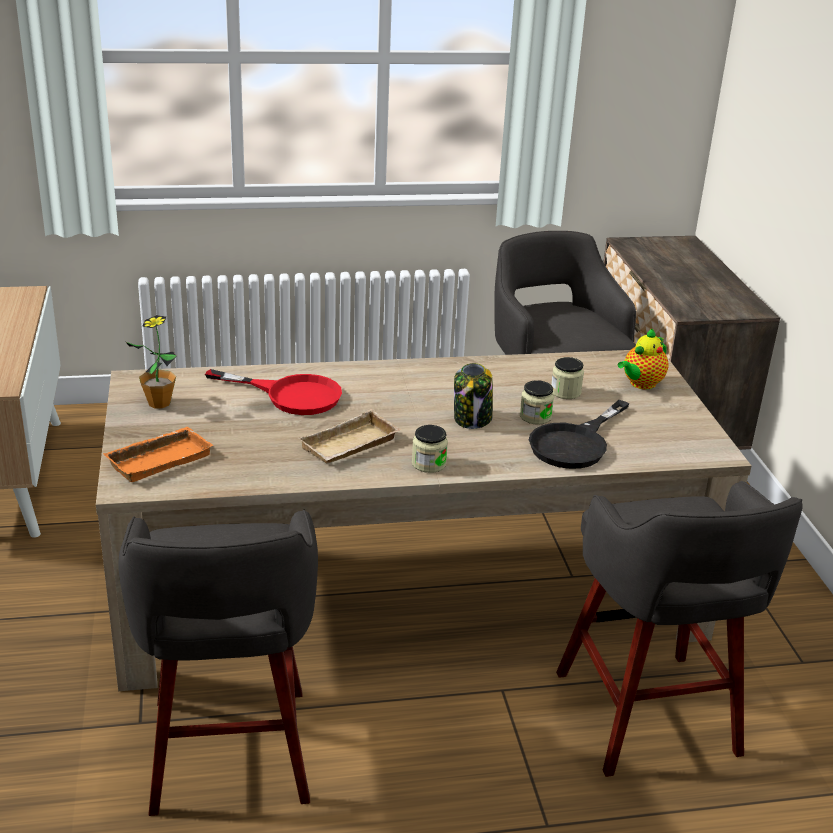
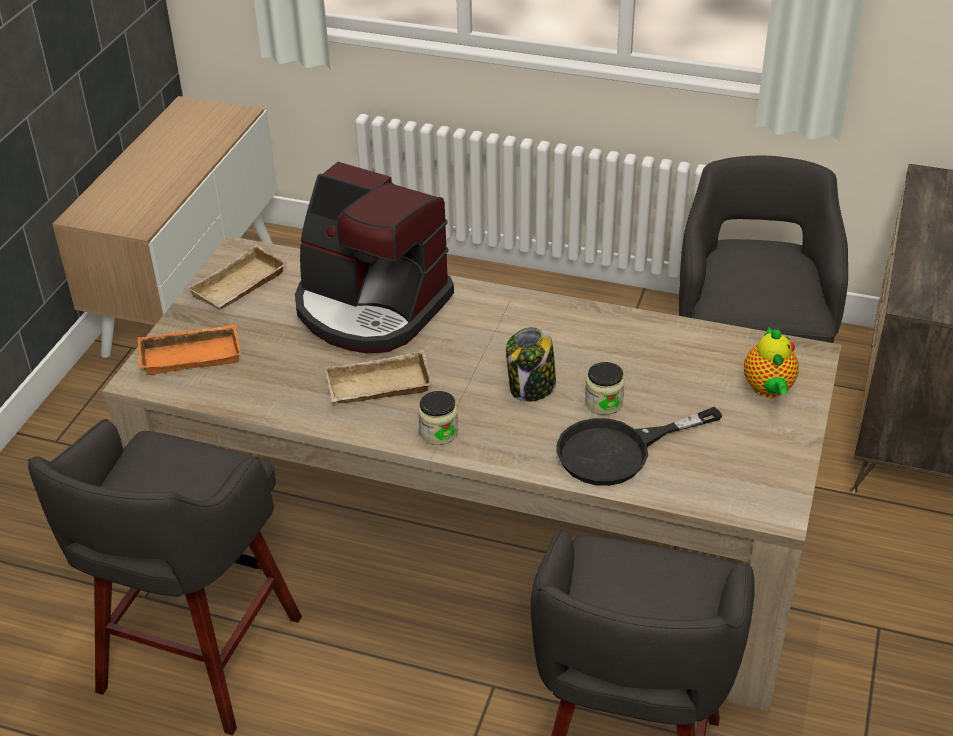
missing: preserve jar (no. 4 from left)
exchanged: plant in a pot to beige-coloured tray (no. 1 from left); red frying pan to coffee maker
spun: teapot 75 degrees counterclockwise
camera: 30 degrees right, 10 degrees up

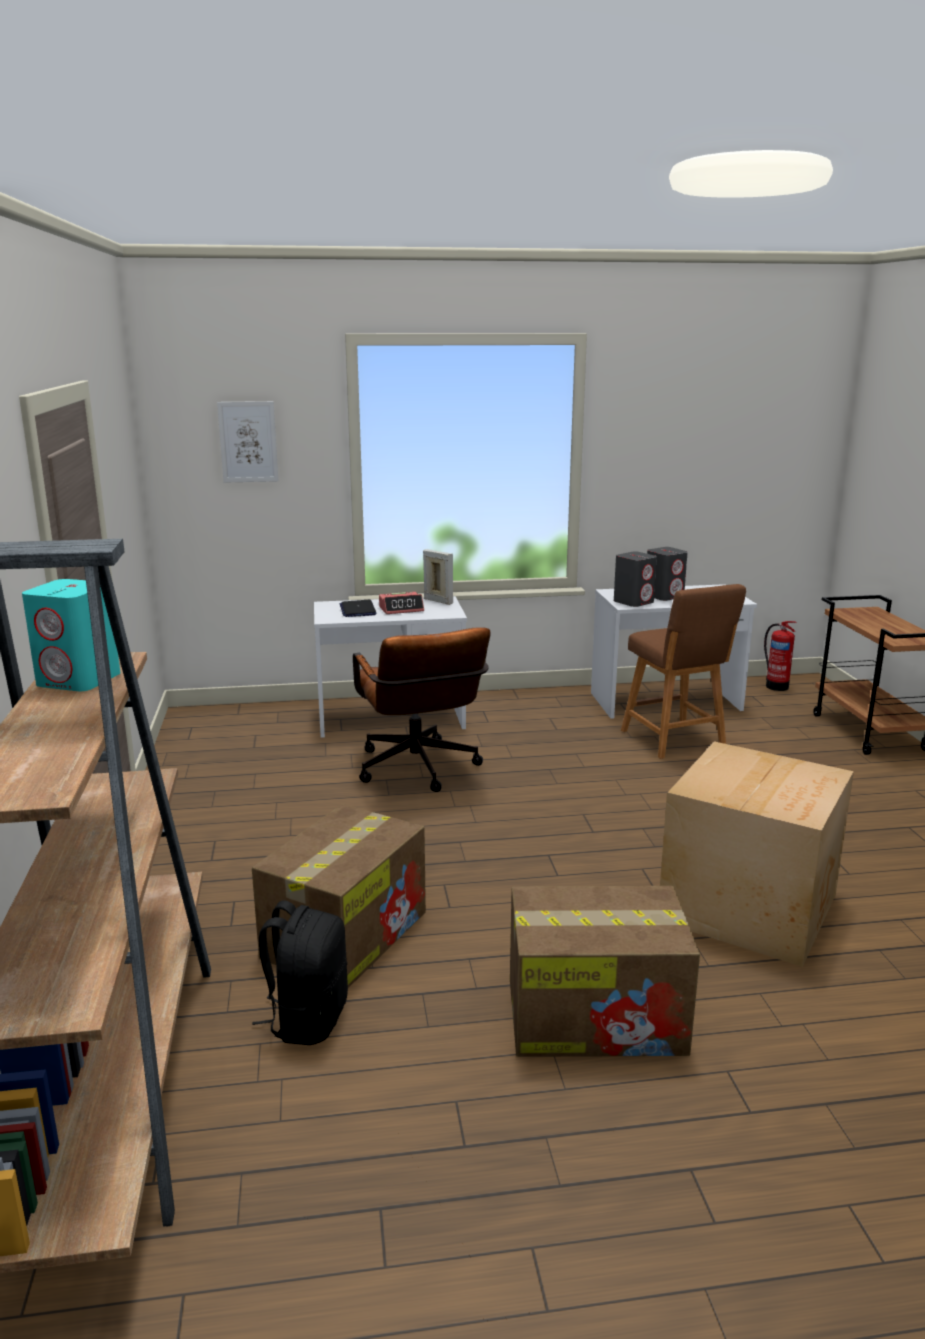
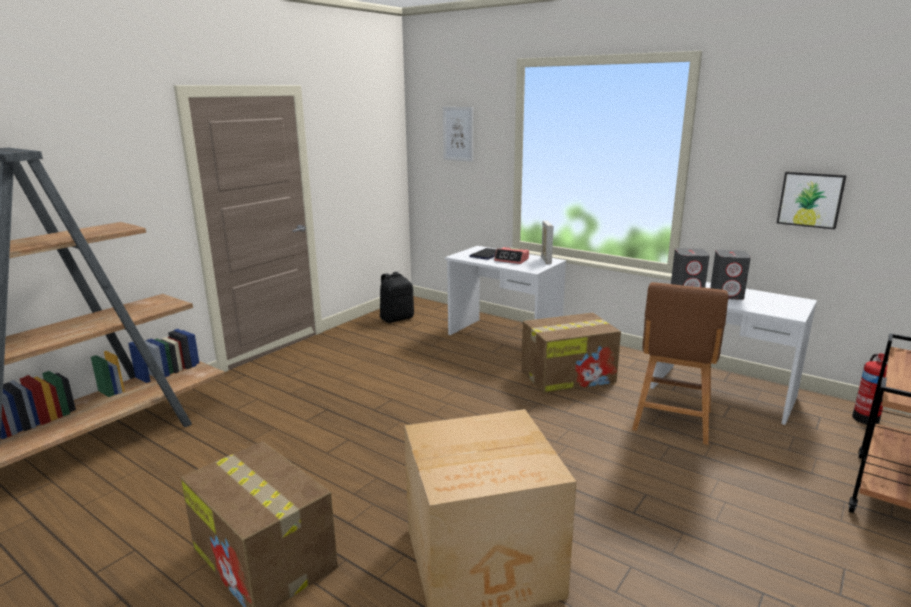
missing: blue-green audio speaker; brown computer chair
appeared: wall picture (no. 2 from left)
relocated: cardboard box (no. 1 from left in the first image) to cardboard box (no. 3 from left); black-coloured backpack
camera: 45 degrees right, 0 degrees up

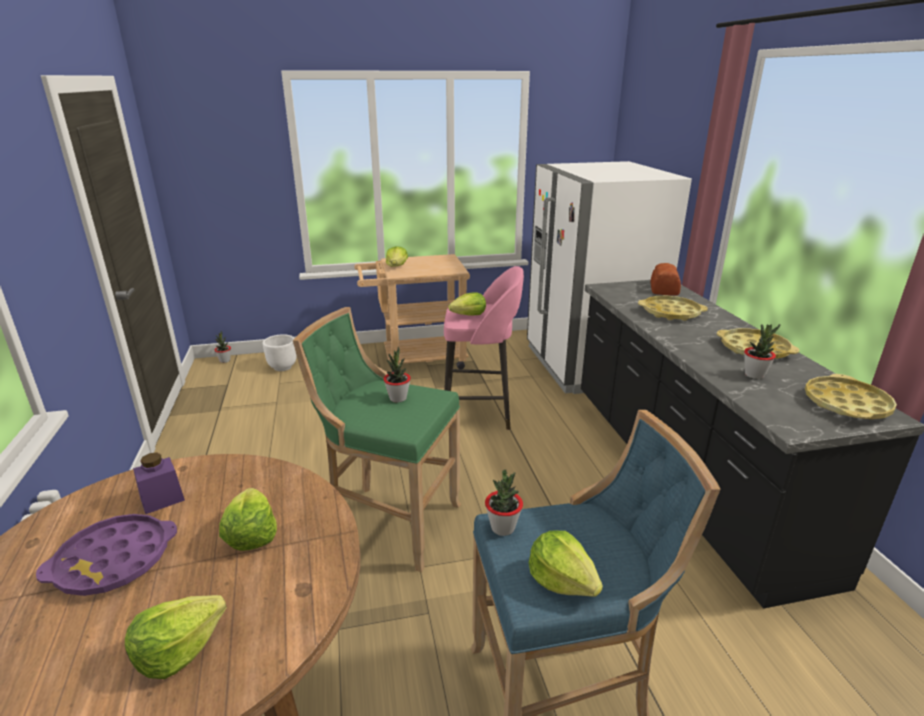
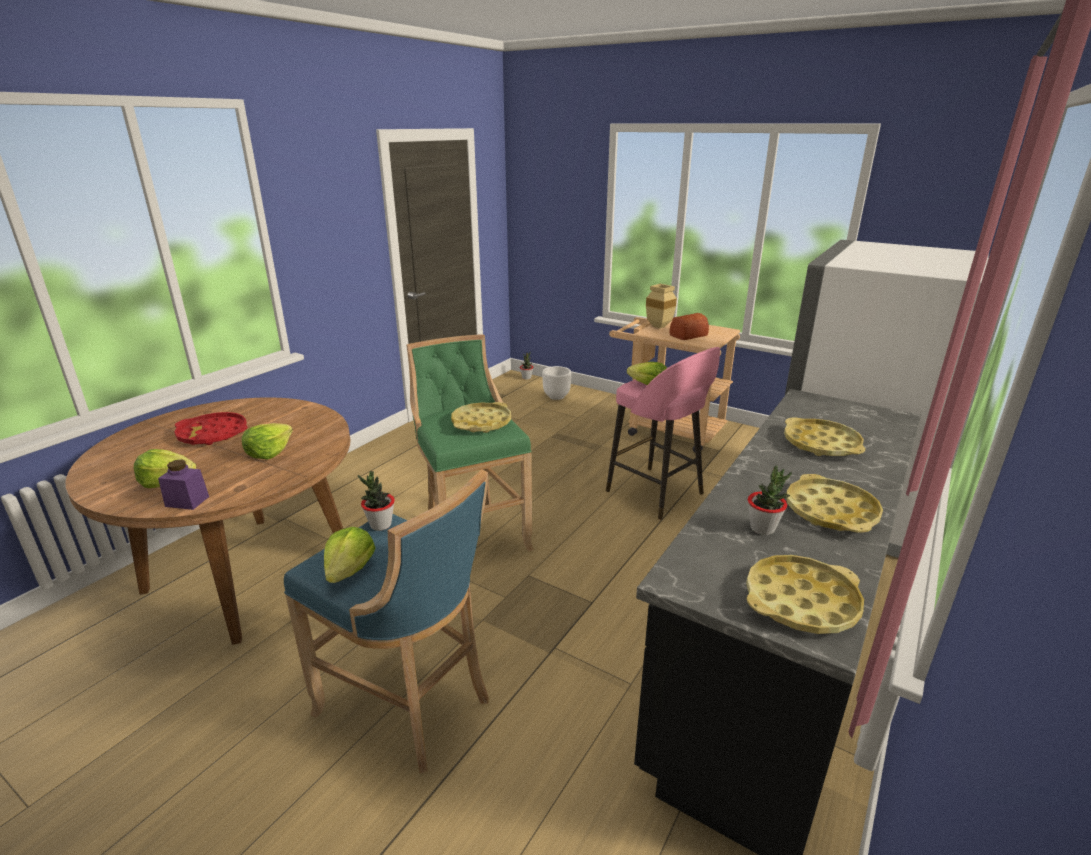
relocated: bakery bread; purple-coloured preserve jar
exchanged: lettuce head (no. 3 from left) to beige-coloured vase; plant in a pot (no. 2 from left) to yellowish tray (no. 1 from left)
colour: purple-coloured tray to red tray
camera: 45 degrees right, 0 degrees up

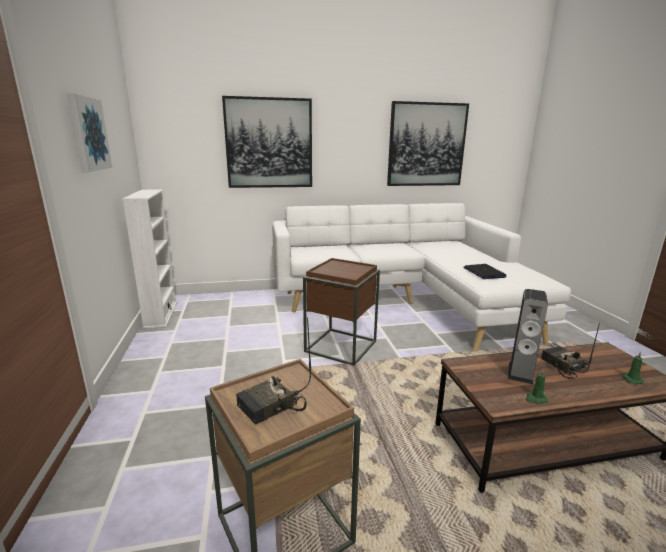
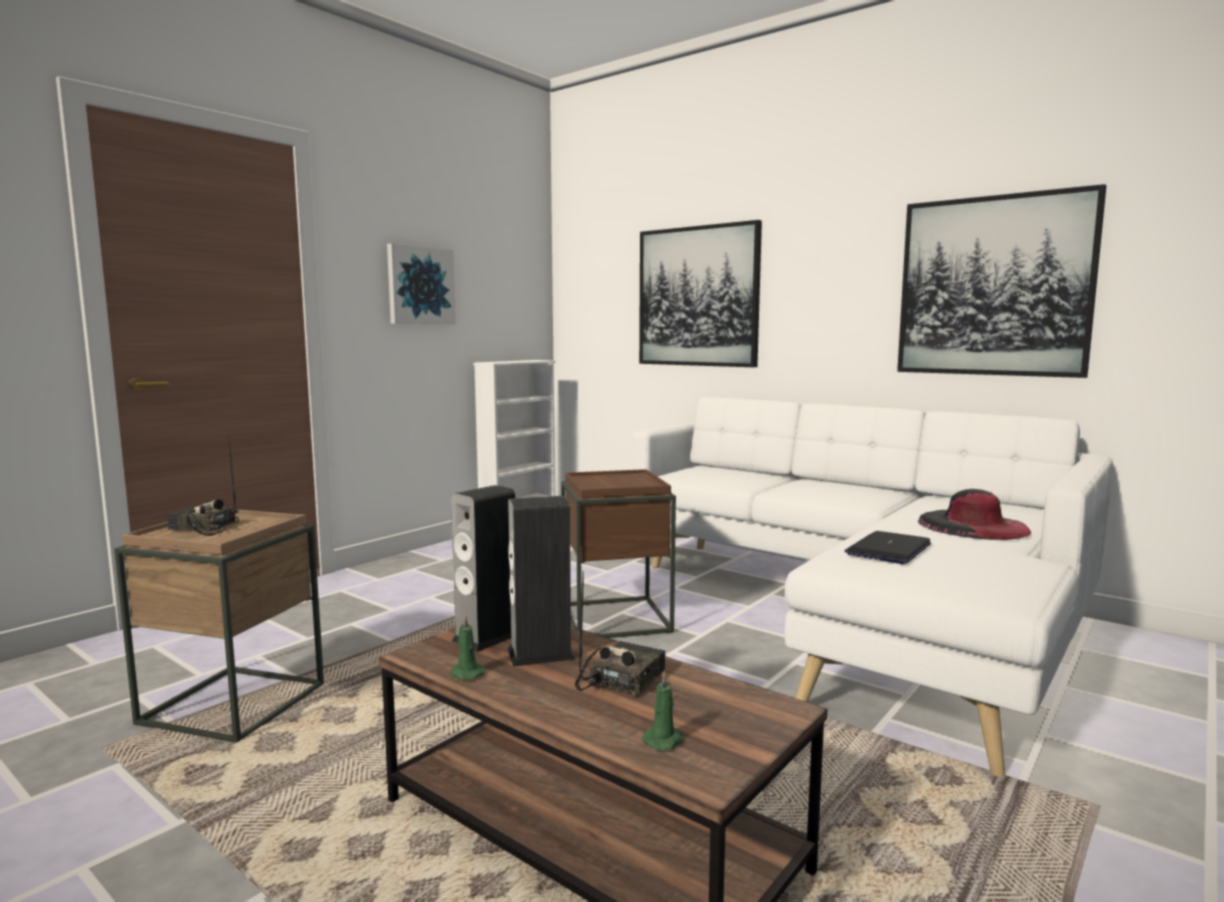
appeared: audio speaker (no. 1 from left); black-coloured hat
camera: 50 degrees right, 10 degrees down

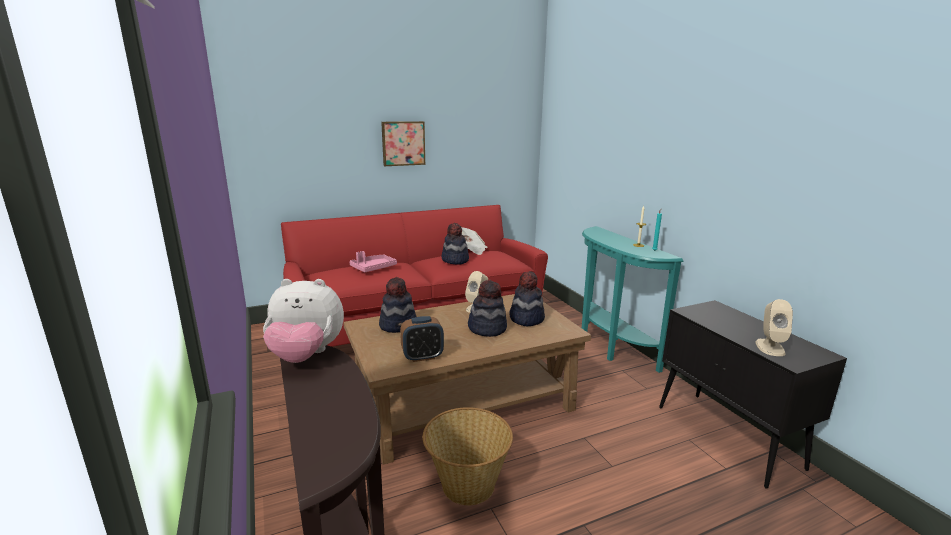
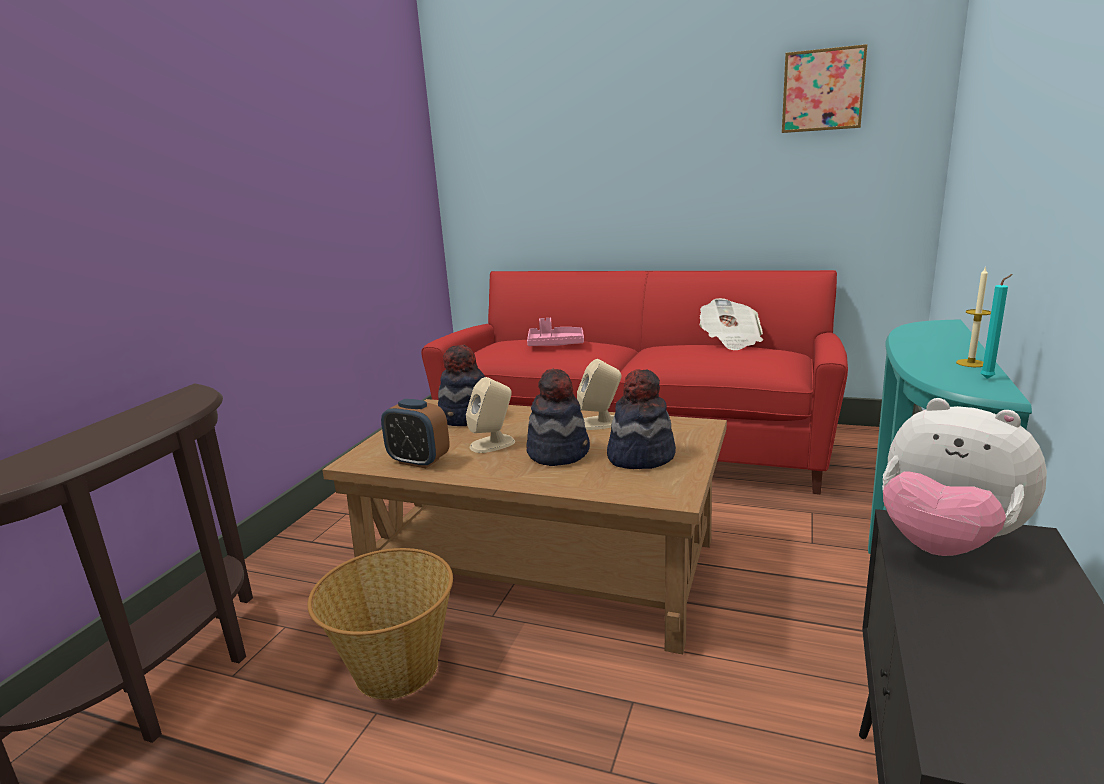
missing: hat (no. 2 from left)
relocated: wall picture; soft toy; beige-coloured audio speaker (no. 2 from left in the first image) to beige-coloured audio speaker (no. 1 from left)
camera: 45 degrees right, 0 degrees up

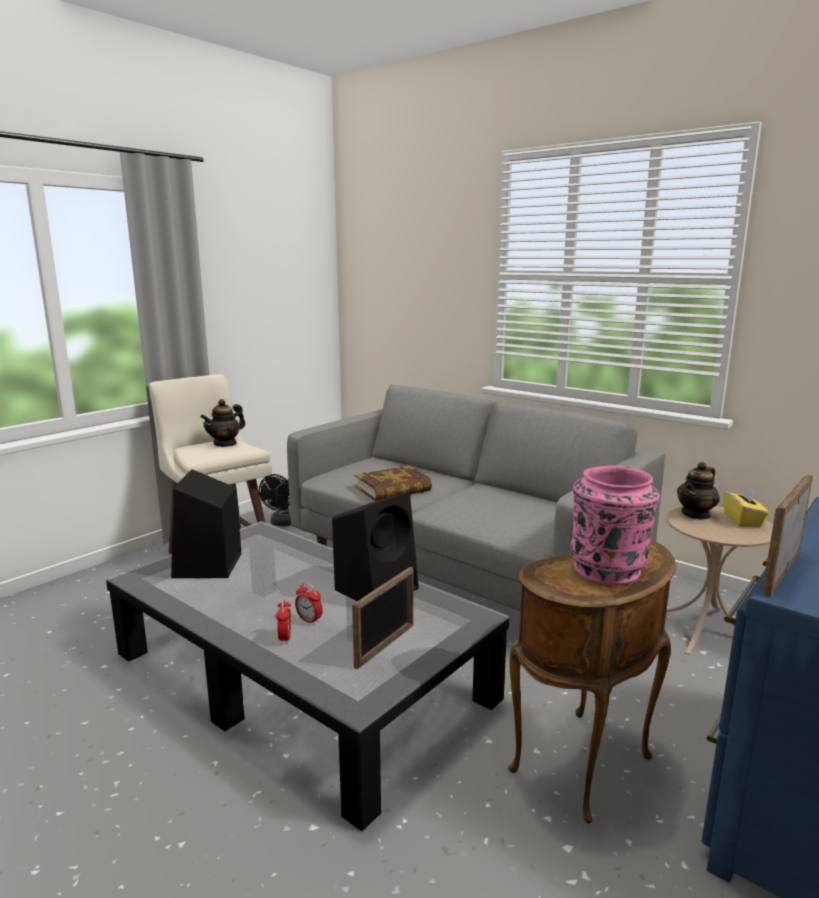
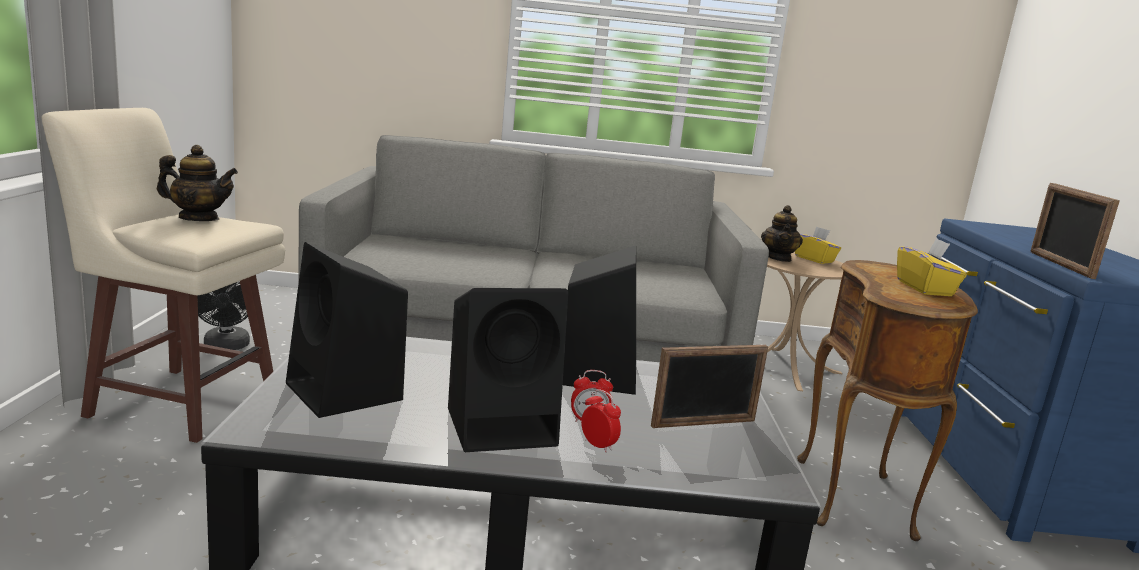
missing: volume
appeared: black-coloured audio speaker (no. 2 from left)
exchanged: pinkish vase to yellowish tissue box (no. 2 from left)
spun: teapot (no. 1 from left) 90 degrees counterclockwise; photo frame (no. 1 from left) 75 degrees clockwise
camera: 40 degrees left, 0 degrees up

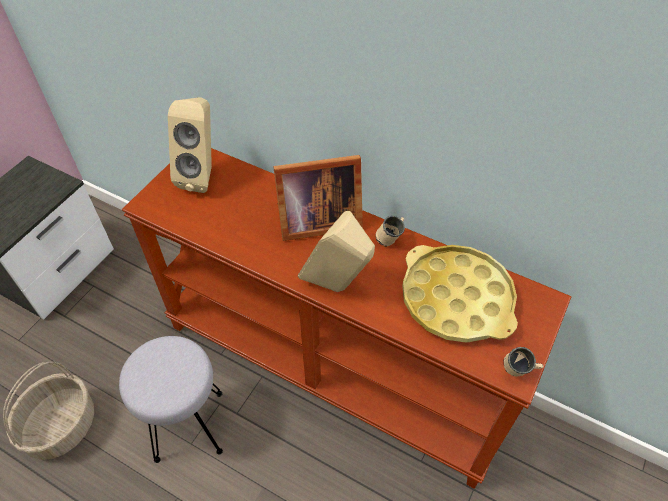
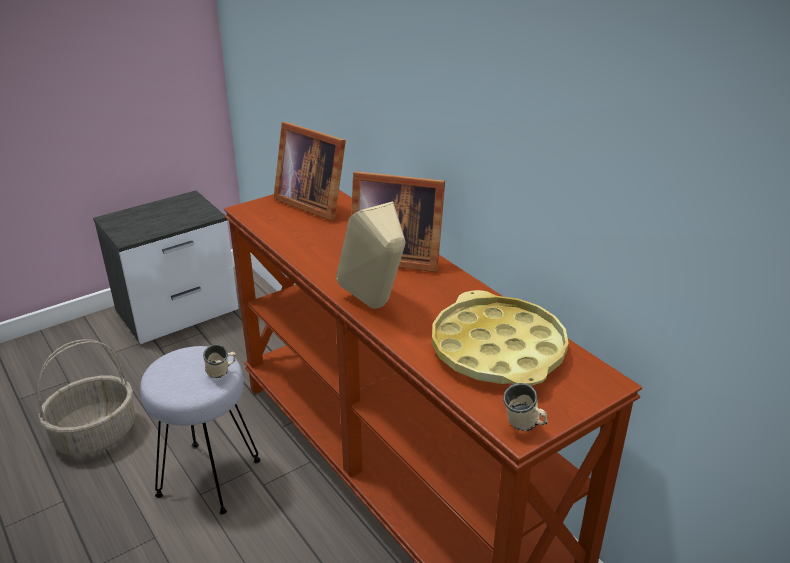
relocated: beige-coloured tea mug (no. 1 from left)
exchanged: beige-coloured audio speaker (no. 1 from left) to photo frame (no. 1 from left)
camera: 25 degrees right, 20 degrees down

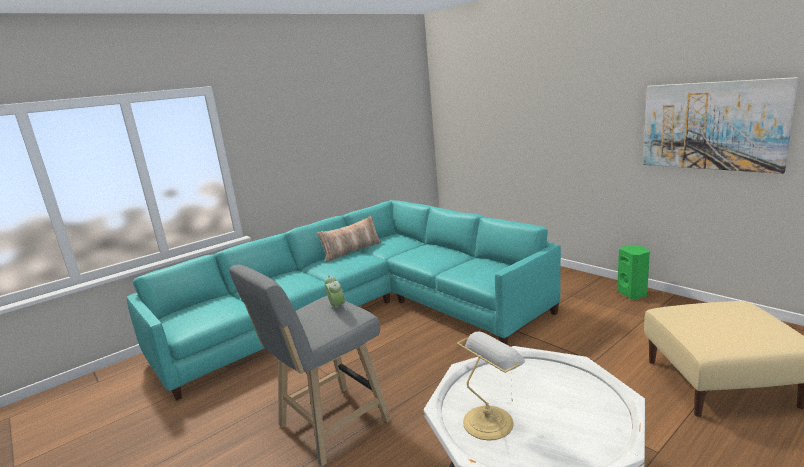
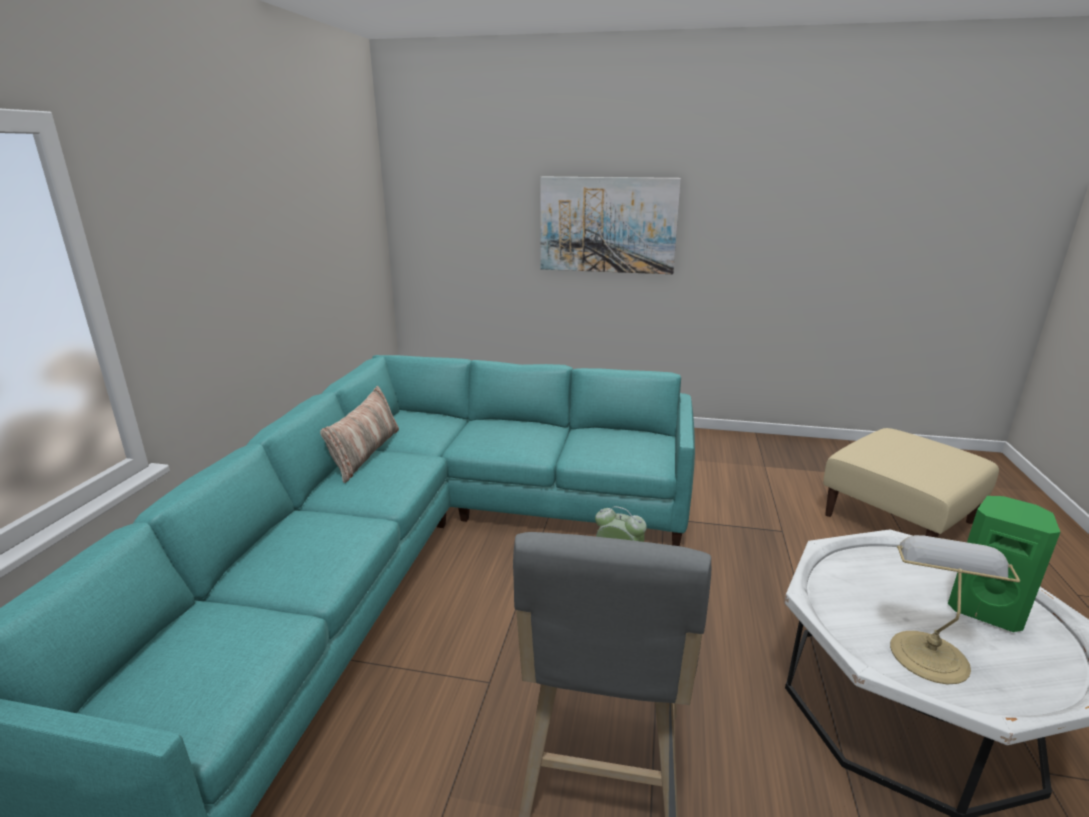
relocated: wall picture; greenish audio speaker
camera: 40 degrees left, 5 degrees up

